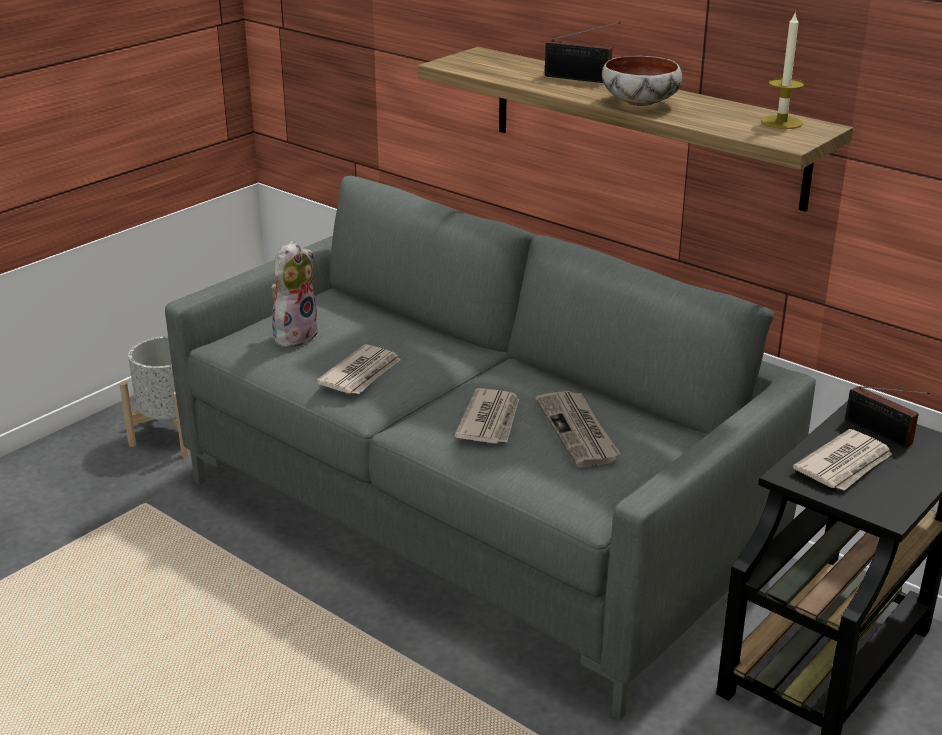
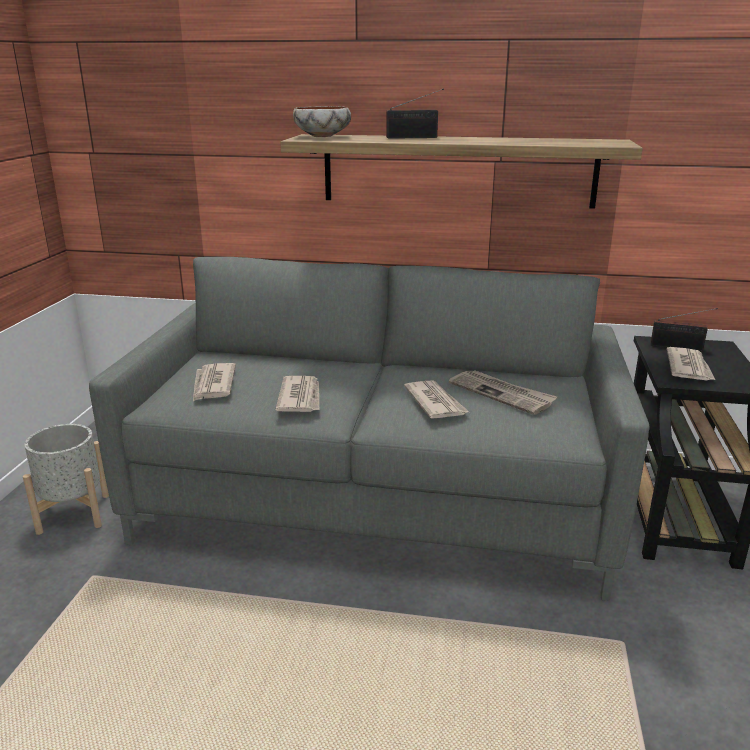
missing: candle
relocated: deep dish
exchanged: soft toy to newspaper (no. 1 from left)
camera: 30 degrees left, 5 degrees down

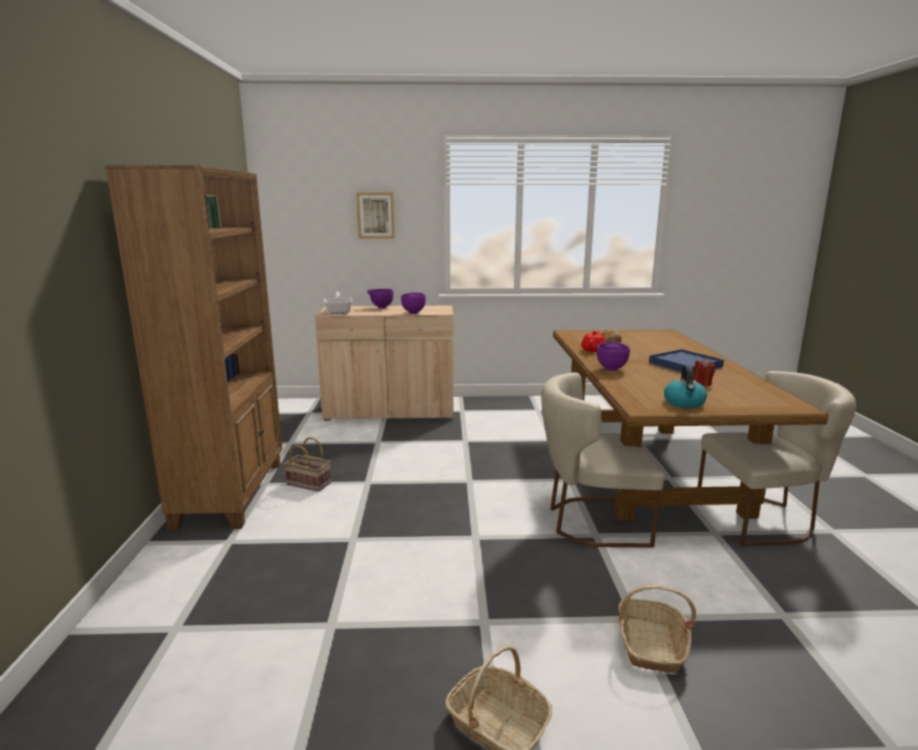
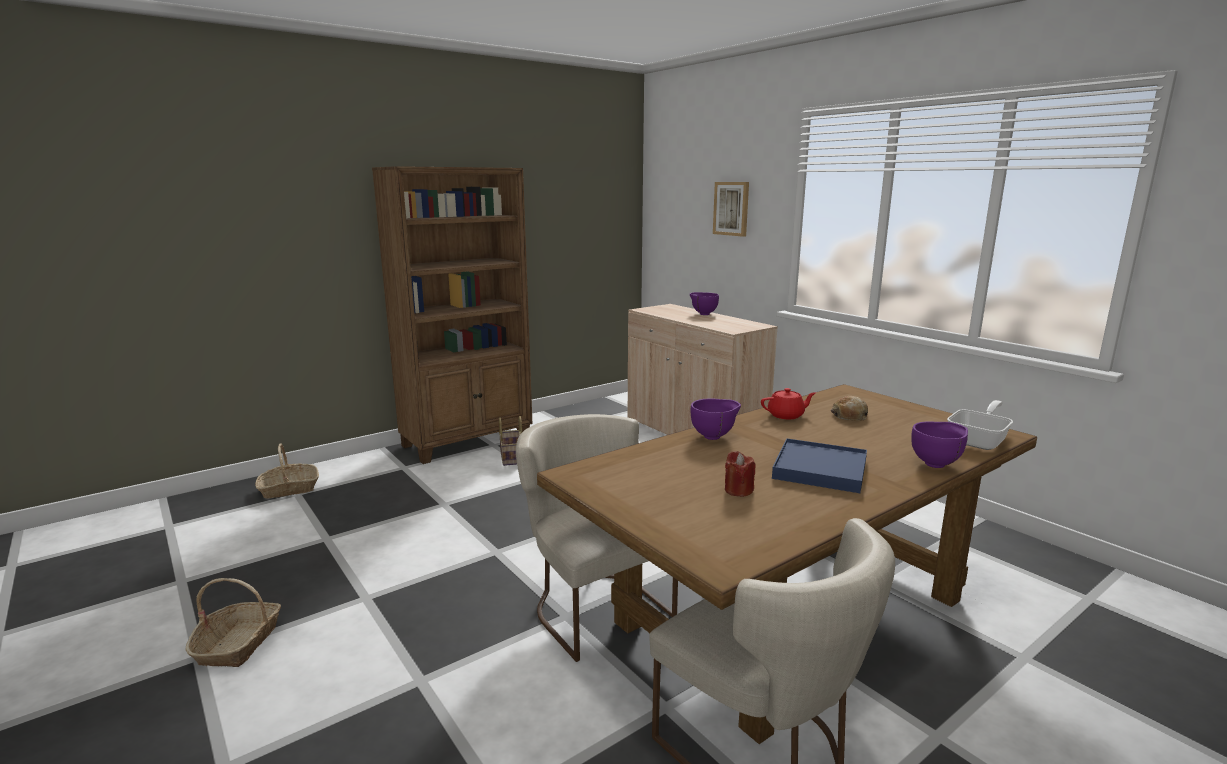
missing: kettle
relocated: frying pan; purple-coloured deep dish (no. 2 from left in the first image) to purple-coloured deep dish (no. 3 from left); storage basket (no. 3 from left in the first image) to storage basket (no. 2 from left)
camera: 55 degrees right, 0 degrees up

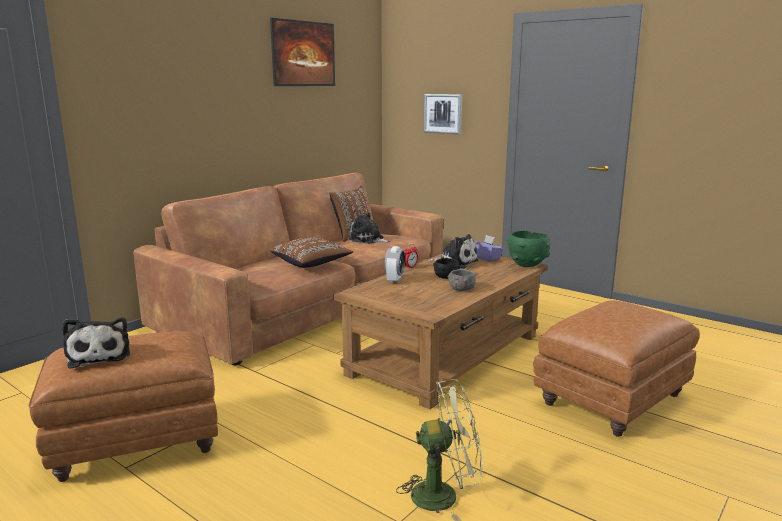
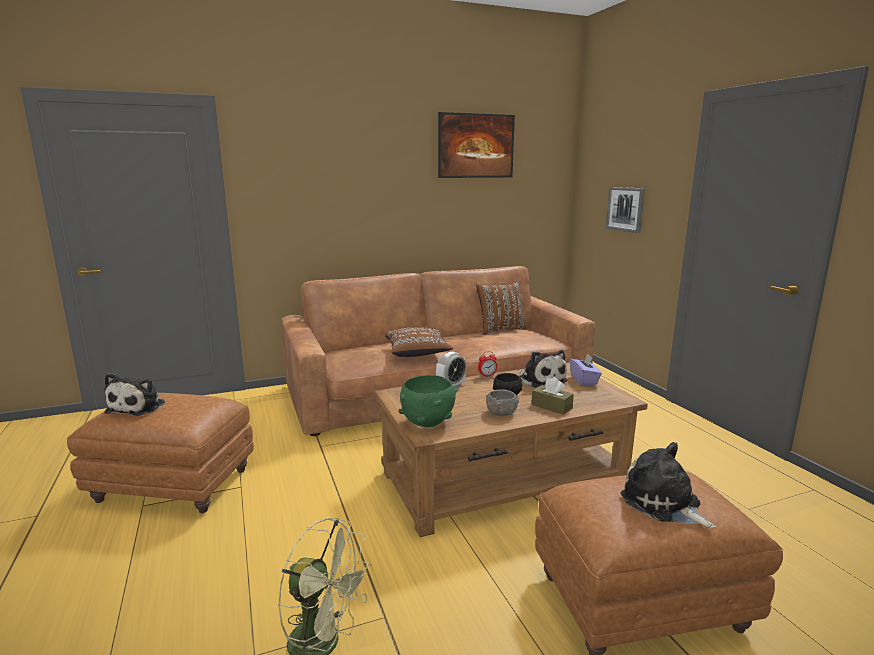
appeared: brown tissue box
relocated: soft toy (no. 2 from left in the first image) to soft toy (no. 3 from left); greenish deep dish
camera: 30 degrees right, 0 degrees up

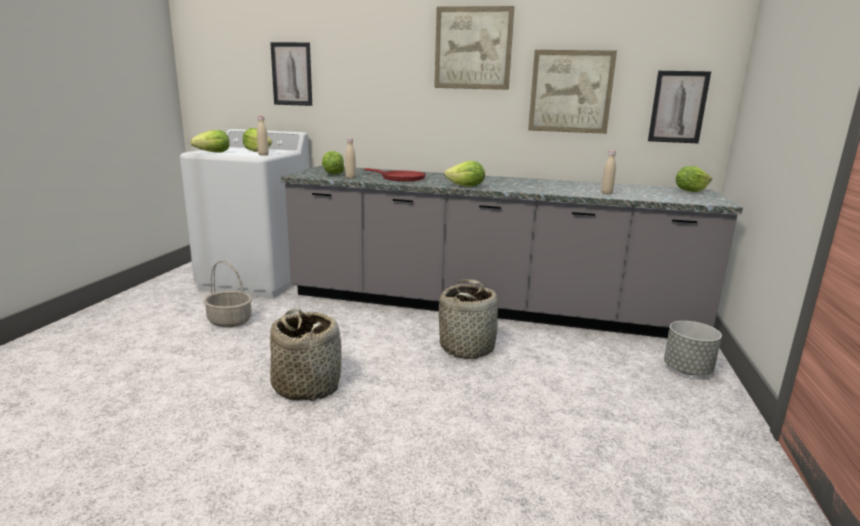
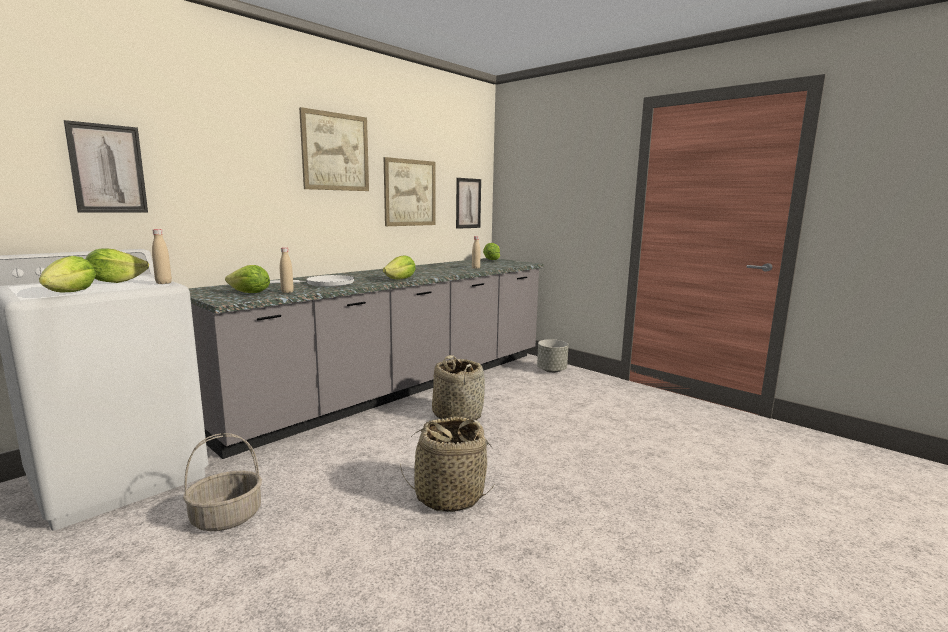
colour: red frying pan to white frying pan
camera: 60 degrees left, 5 degrees down

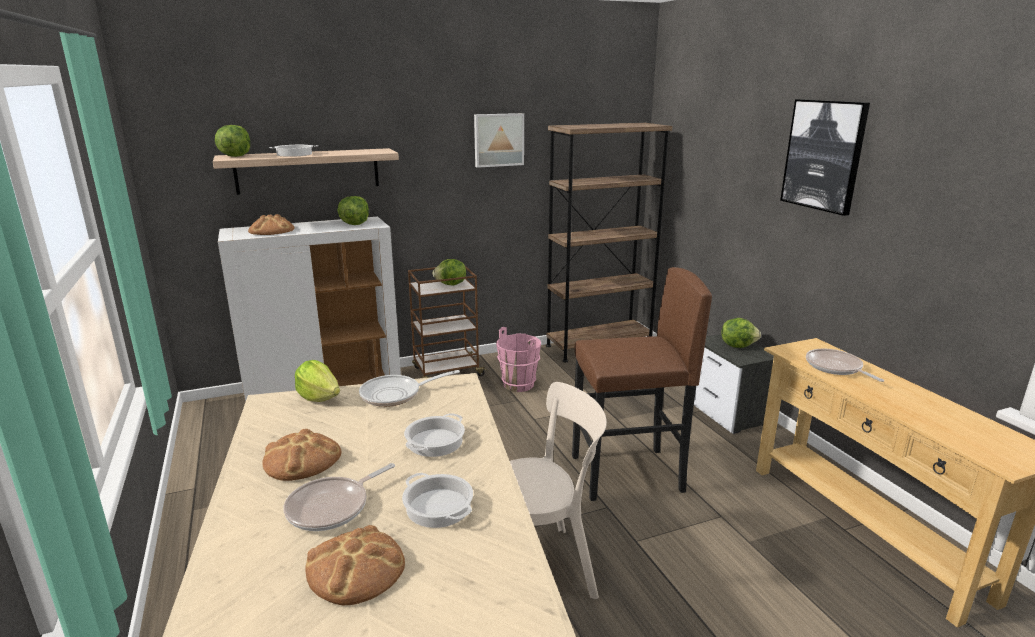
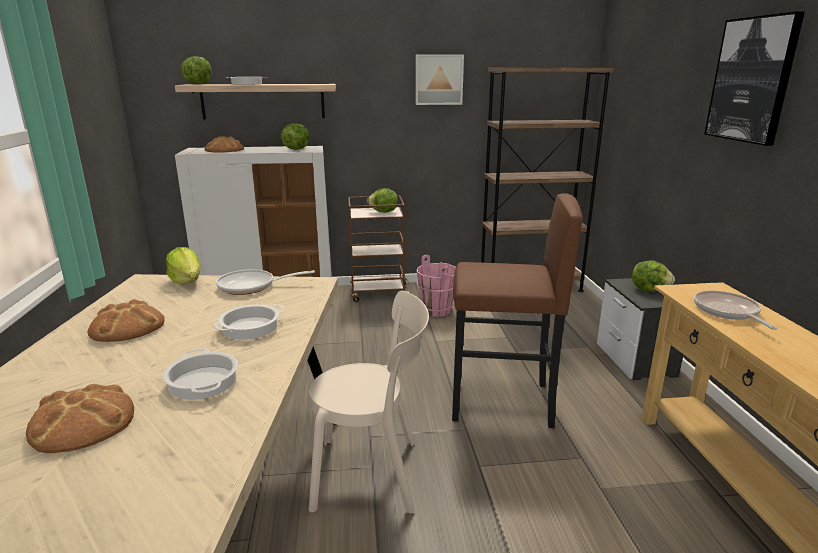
missing: frying pan (no. 1 from left)
camera: 15 degrees right, 0 degrees up

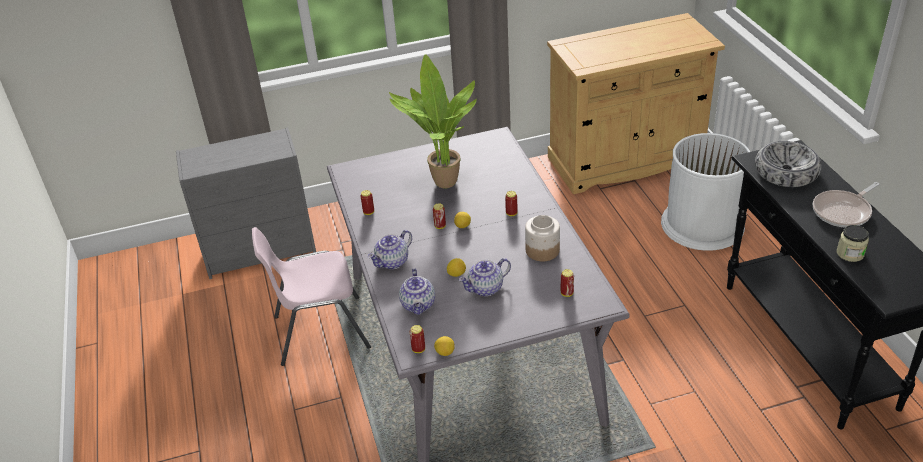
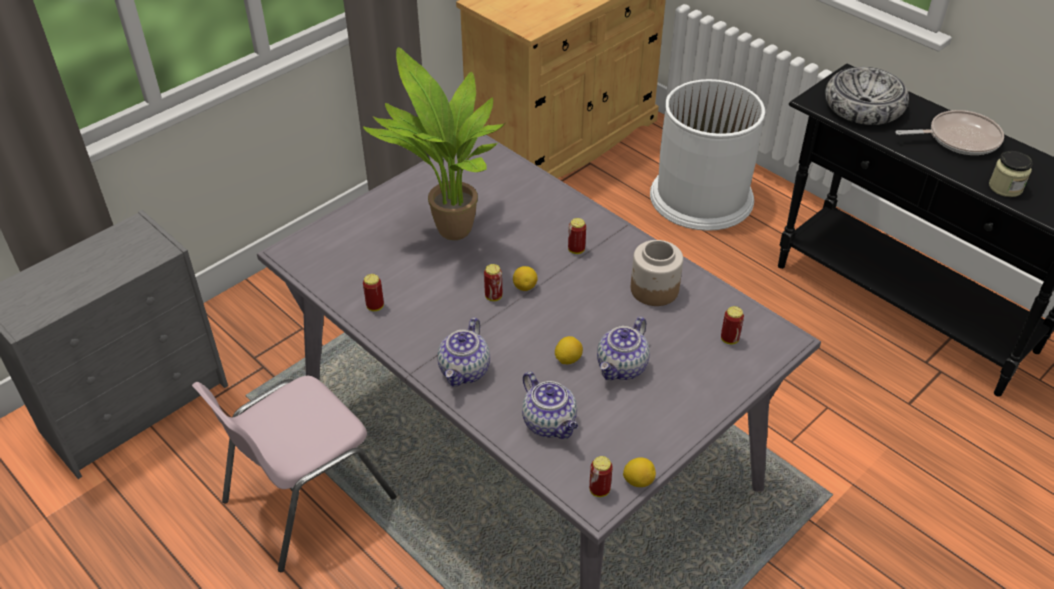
spun: frying pan 120 degrees counterclockwise
camera: 30 degrees left, 5 degrees up

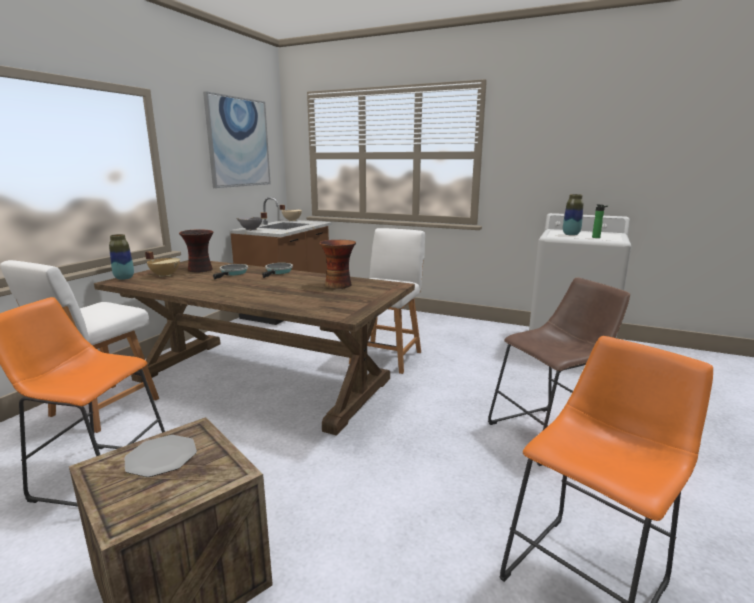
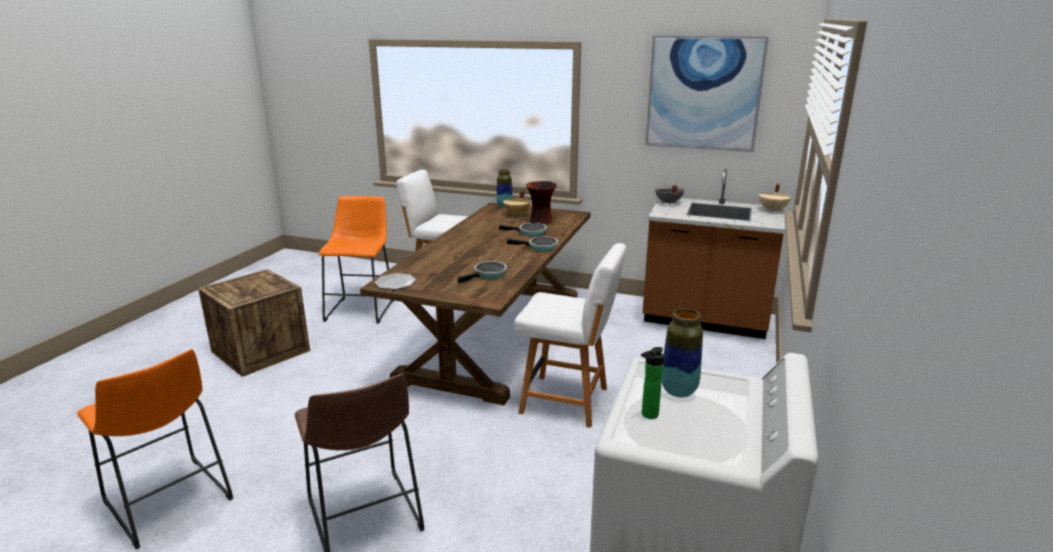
relocated: flat dish
exchanged: vase (no. 3 from left) to frying pan (no. 1 from left)
camera: 85 degrees right, 5 degrees up

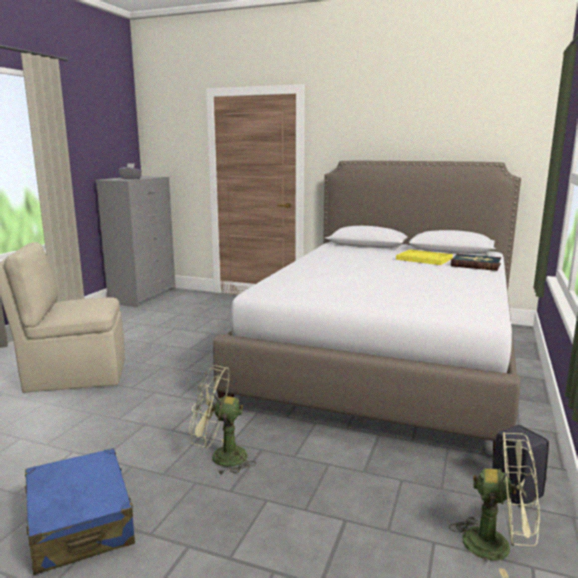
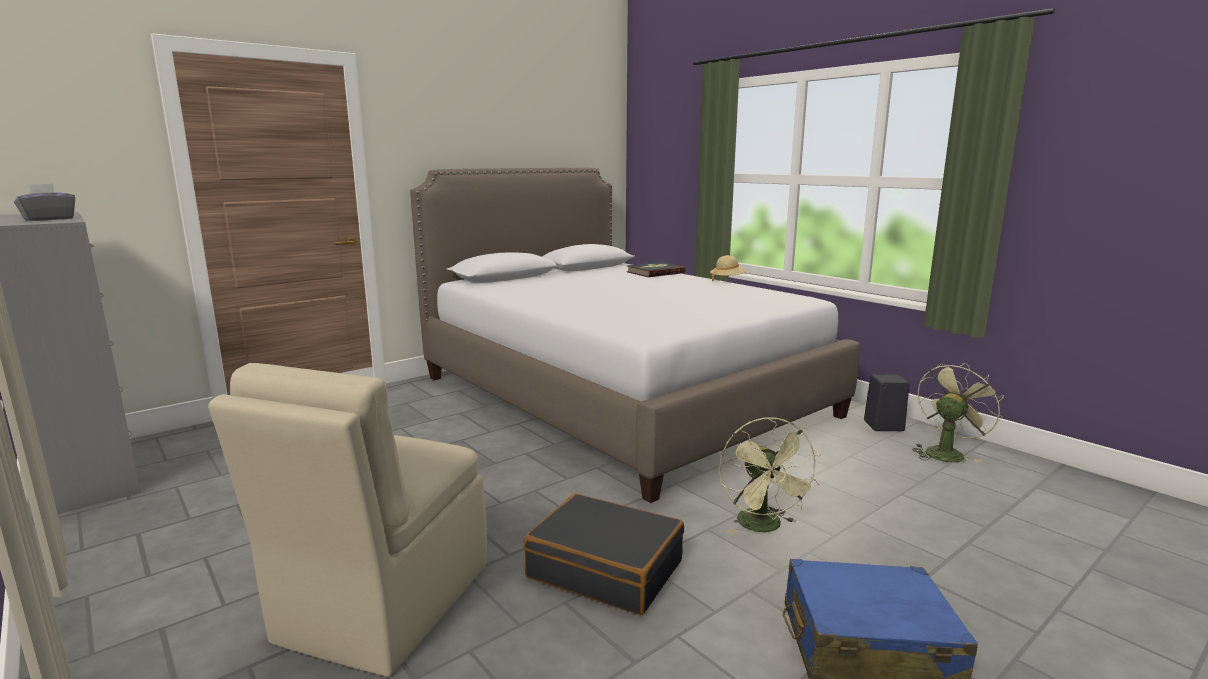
missing: yellowish tray
appeared: beige-coloured hat; black-coloured suitcase
spun: greenish cooling fan (no. 1 from left) 45 degrees counterclockwise
camera: 60 degrees left, 0 degrees up

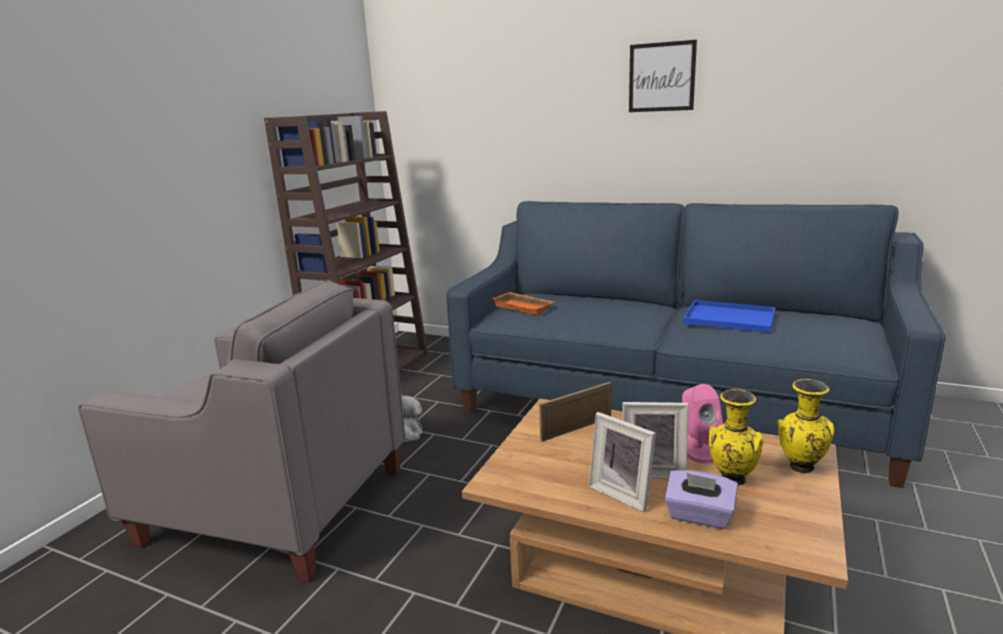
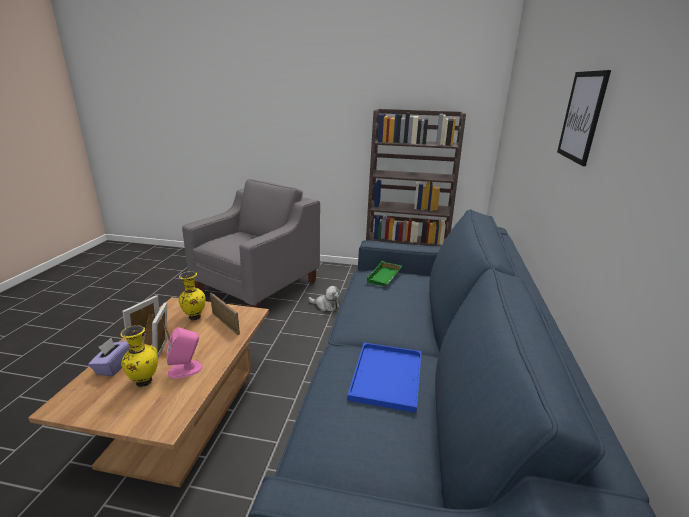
relocated: yellowish vase (no. 2 from left)
colour: orange tray to greenish tray
spun: greyish armchair 150 degrees counterclockwise
camera: 75 degrees right, 5 degrees up

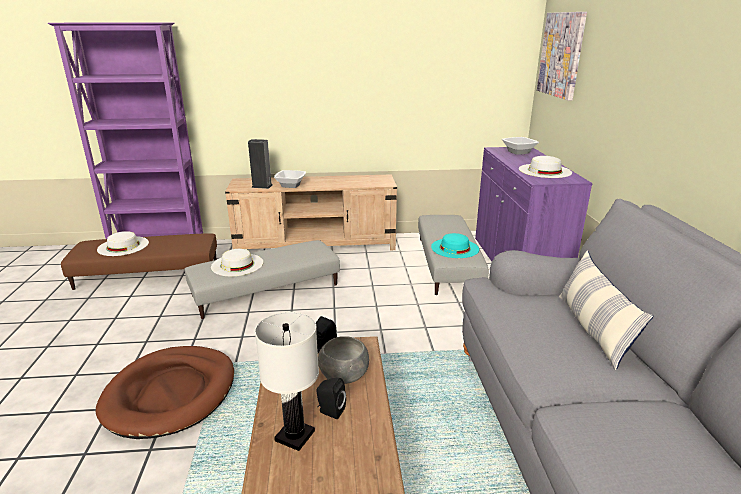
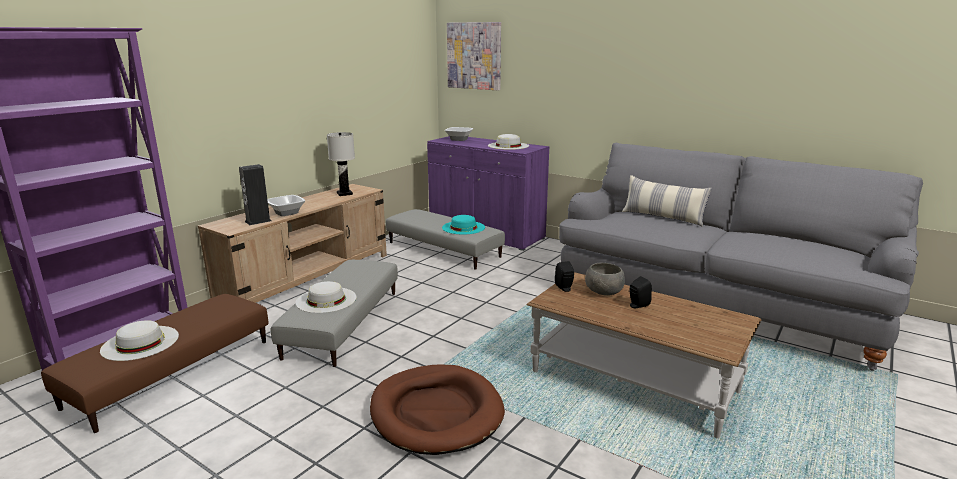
relocated: white tabletop lamp
camera: 50 degrees left, 5 degrees down

